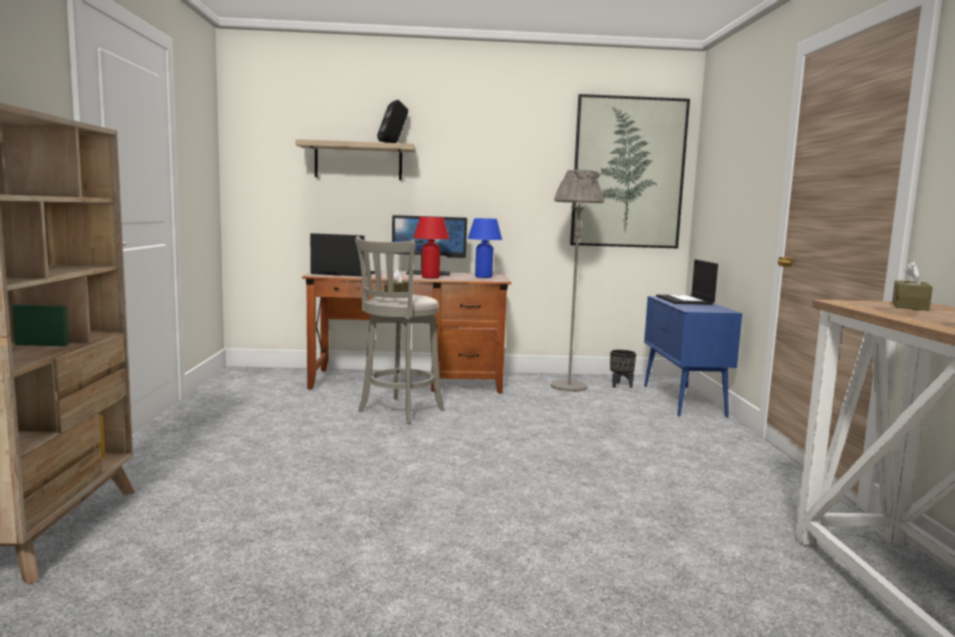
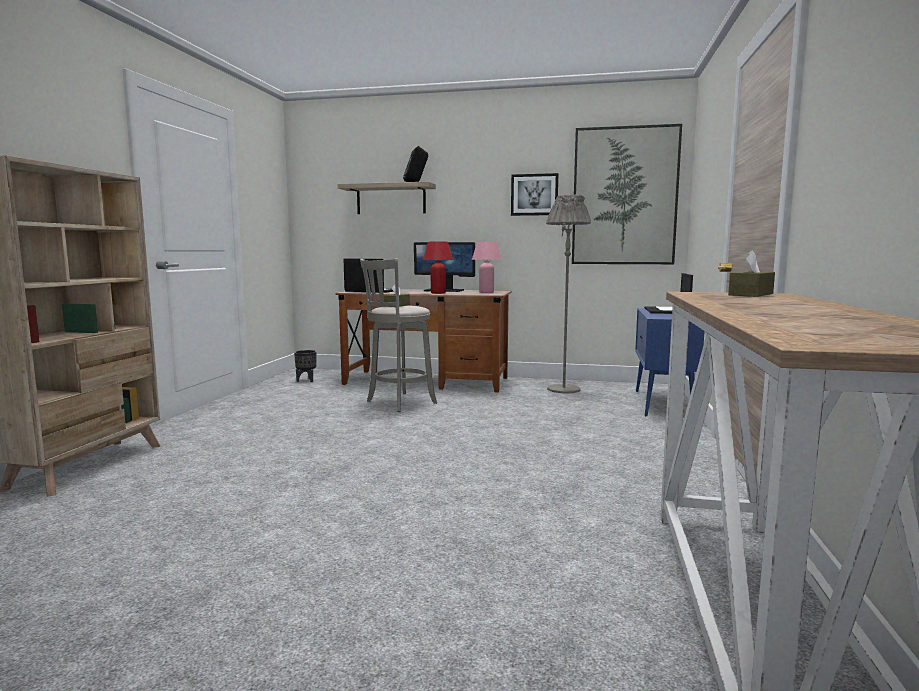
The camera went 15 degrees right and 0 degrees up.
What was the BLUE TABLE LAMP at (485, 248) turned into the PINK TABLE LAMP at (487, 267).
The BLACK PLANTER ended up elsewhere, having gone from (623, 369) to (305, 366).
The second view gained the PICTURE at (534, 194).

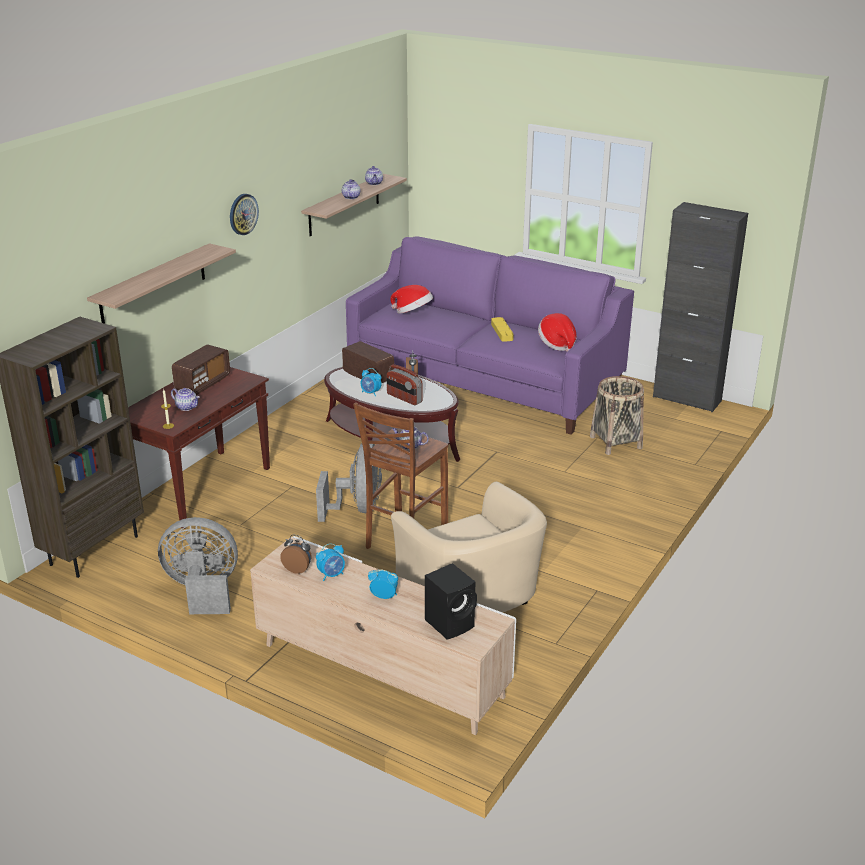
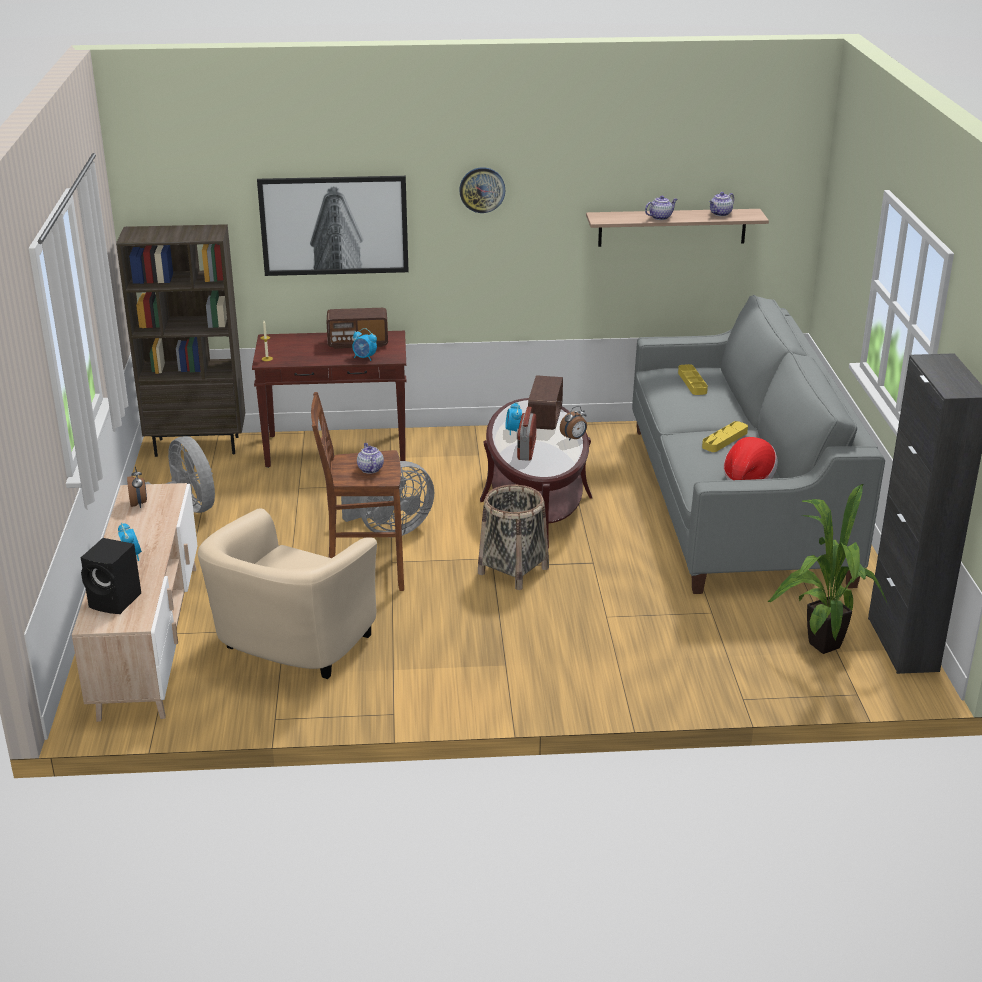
The camera went 55 degrees right and 0 degrees up.
What was the PURPLE SOFA at (490, 335) turned into the GREY SOFA at (758, 444).
Where the SHELF hung at (161, 283), the PICTURE came to hang at (333, 226).
Where the HAT stood at (411, 299), the YELLOW TRAY came to stand at (693, 379).
The BASKET ended up elsewhere, having gone from (617, 415) to (513, 537).
The second view lost the TEAPOT at (185, 399).
The ALARM CLOCK ended up elsewhere, having gone from (330, 562) to (364, 344).
The second view gained the POTTED PLANT at (827, 569).

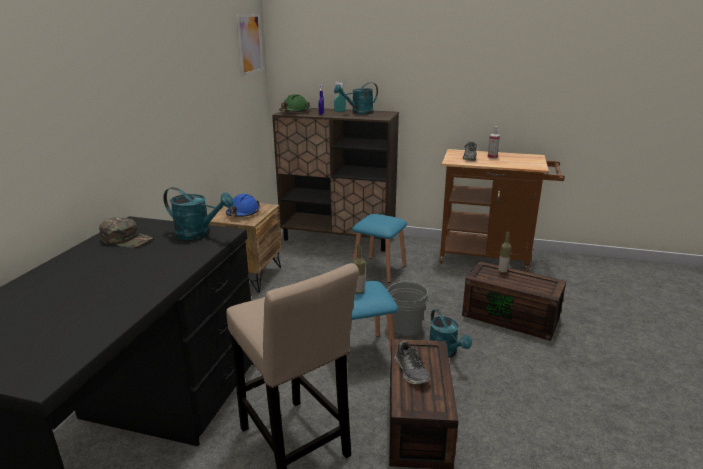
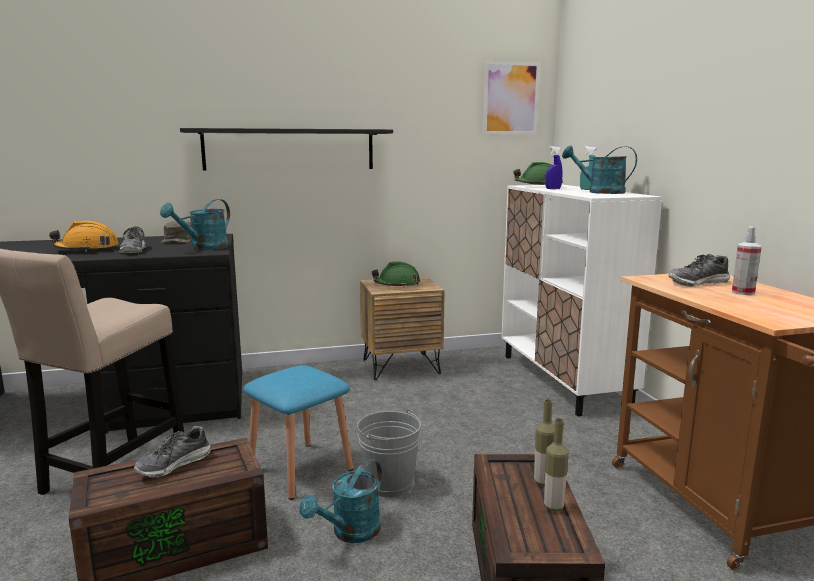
The camera went 60 degrees right and 10 degrees down.
What was the BROWN CABINET at (335, 180) turned into the WHITE CABINET at (582, 300).
The TURQUOISE WATERING CAN at (198, 213) ended up facing another way, 45 degrees clockwise from before.
What was the BLUE HARD HAT at (243, 205) turned into the GREEN HARD HAT at (396, 274).
The second view lost the BLUE STOOL at (379, 248).
The BOTTLE ended up elsewhere, having gone from (359, 269) to (556, 464).
The second view gained the BLACK SHELF at (286, 149).
The second view gained the ORANGE HARD HAT at (84, 236).
The second view gained the SHOE at (132, 239).

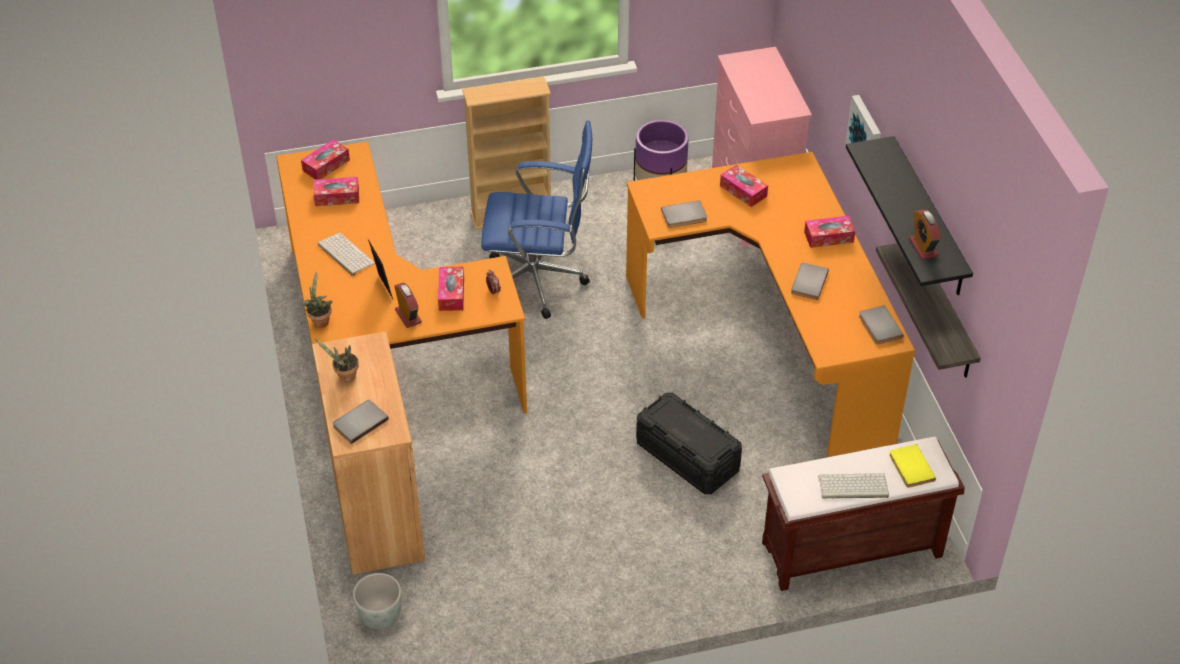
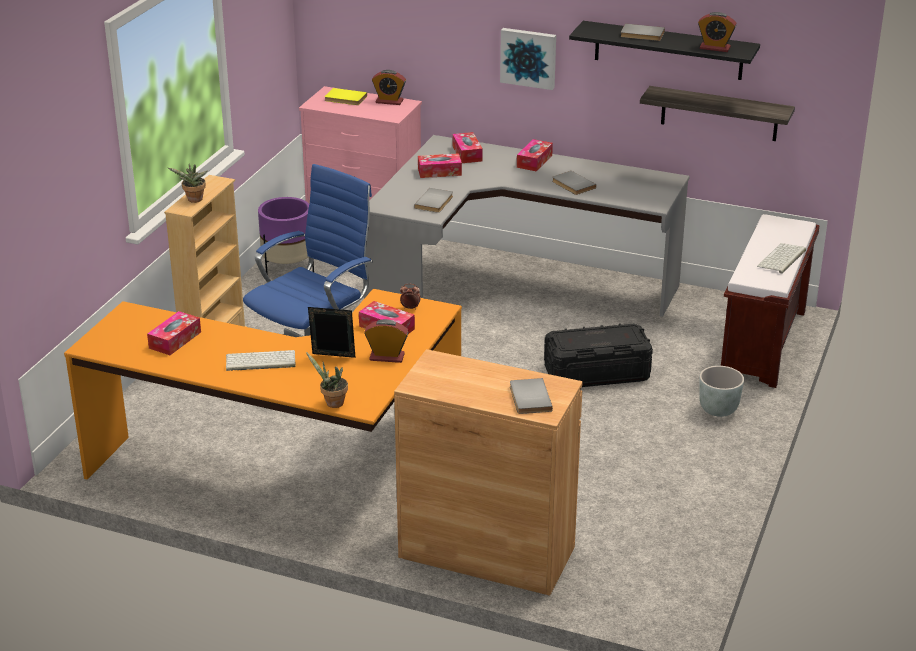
The camera went 55 degrees left and 15 degrees down.
The TISSUE BOX ended up elsewhere, having gone from (325, 159) to (468, 147).
What was the ORANGE DESK at (770, 304) turned into the GREY DESK at (526, 226).
The GREY BOOK ended up elsewhere, having gone from (881, 325) to (643, 32).
The POTTED PLANT ended up elsewhere, having gone from (337, 360) to (187, 183).
The YELLOW BOOK ended up elsewhere, having gone from (912, 466) to (346, 96).
The GREY PLANTER ended up elsewhere, having gone from (377, 601) to (721, 391).
The second view gained the ALARM CLOCK at (389, 87).

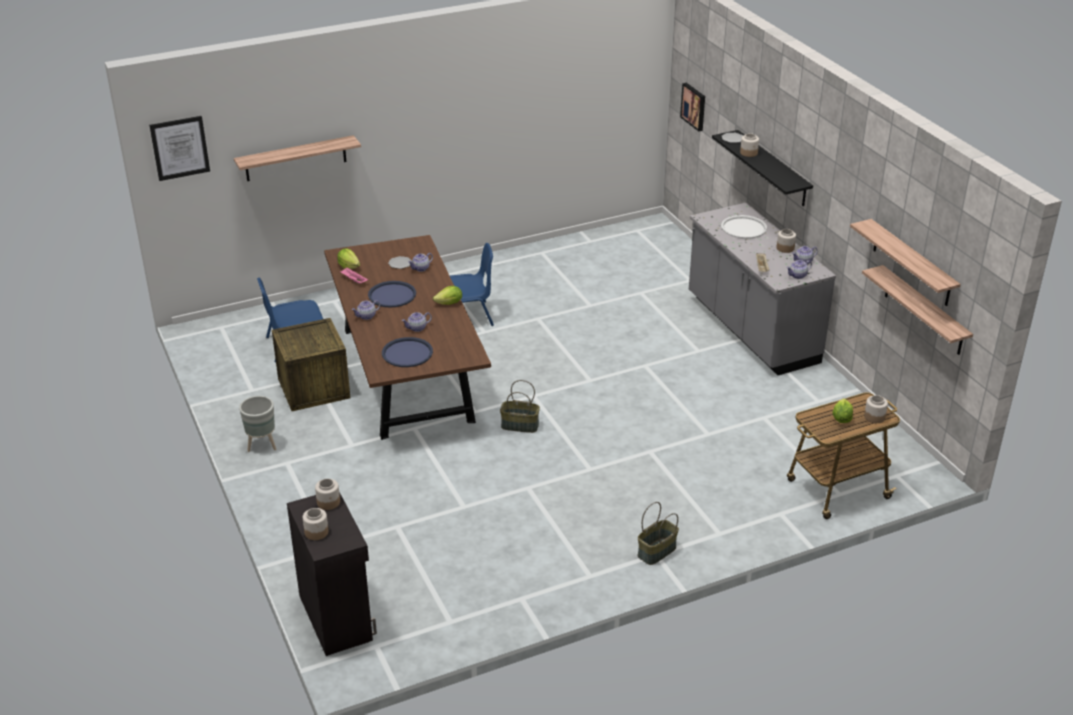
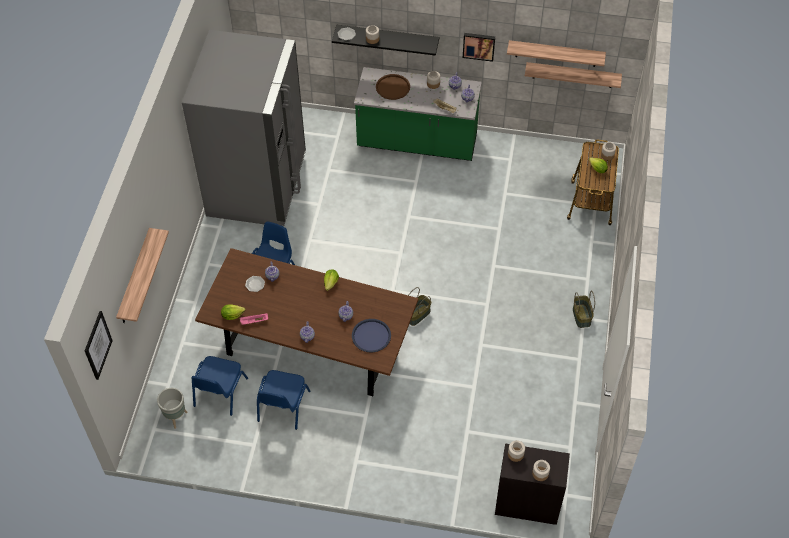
The camera went 55 degrees left and 20 degrees up.
The PICTURE ended up elsewhere, having gone from (692, 107) to (479, 47).
What was the GREY COUNTER at (762, 289) turned into the GREEN COUNTER at (418, 114).
What was the WHITE TRAY at (744, 227) turned into the BROWN TRAY at (393, 87).
The second view lost the BLUE TRAY at (392, 294).
Where the CRATE stood at (311, 364), the BLUE CHAIR came to stand at (284, 400).
The GREY PLANTER ended up elsewhere, having gone from (257, 424) to (172, 408).
The second view gained the GREY FRIDGE at (244, 128).

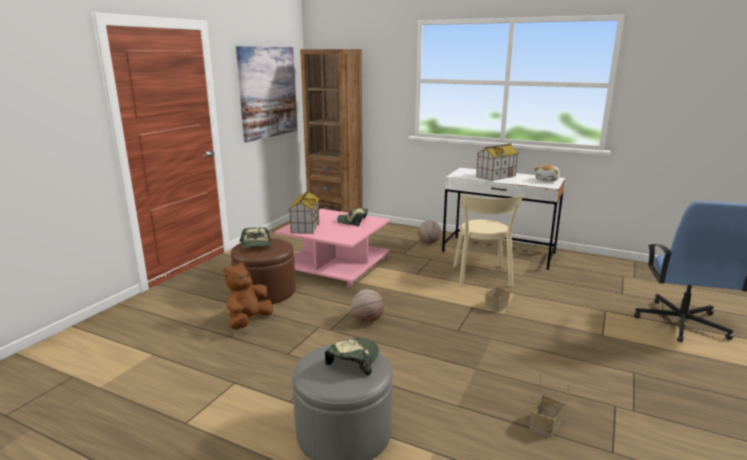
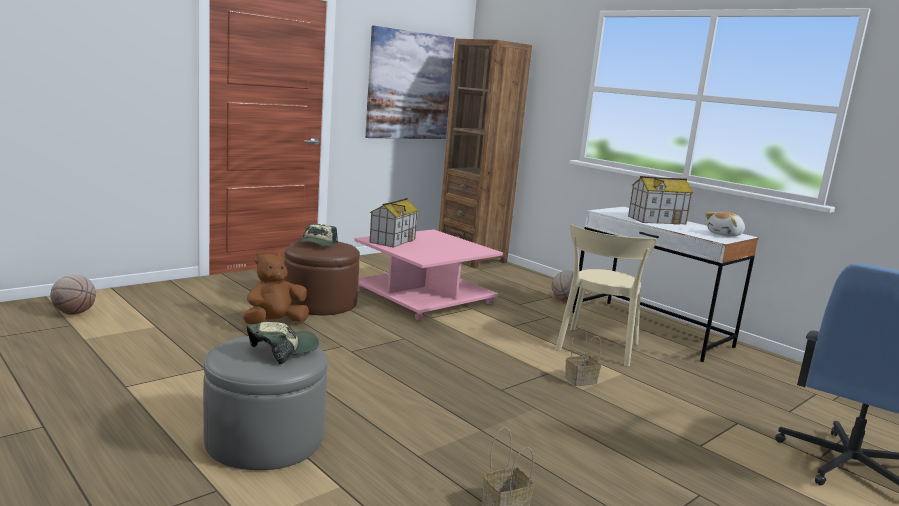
The camera went 20 degrees right and 5 degrees down.
The second view lost the CAP at (352, 217).
The BASKETBALL ended up elsewhere, having gone from (367, 305) to (73, 295).

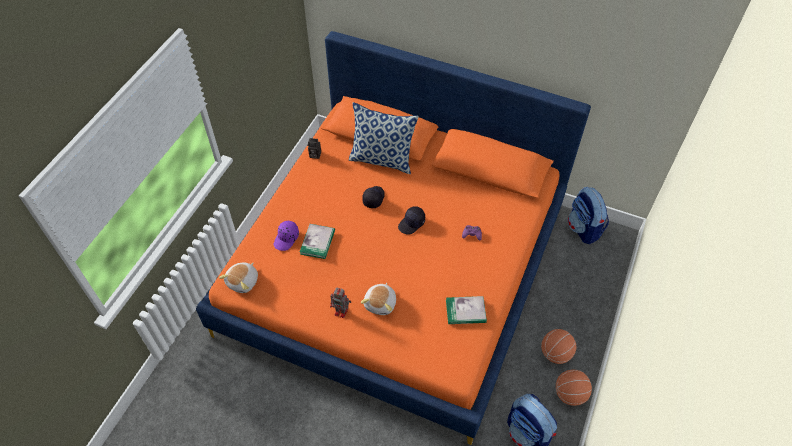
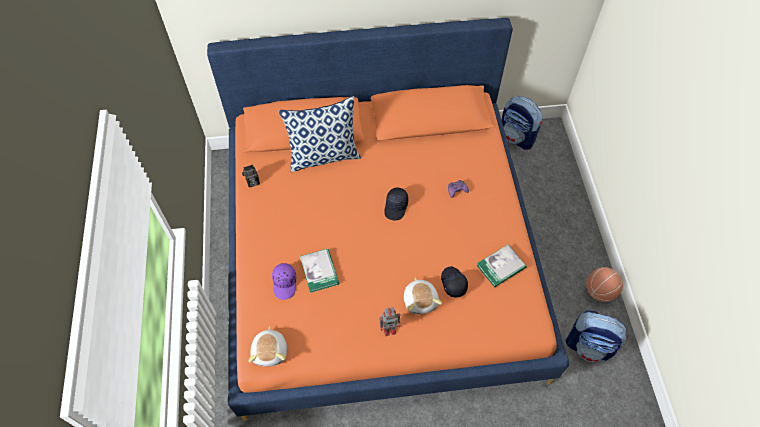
The camera went 30 degrees left and 5 degrees up.
The BLACK CAP ended up elsewhere, having gone from (373, 197) to (454, 282).
The second view lost the BASKETBALL at (558, 346).

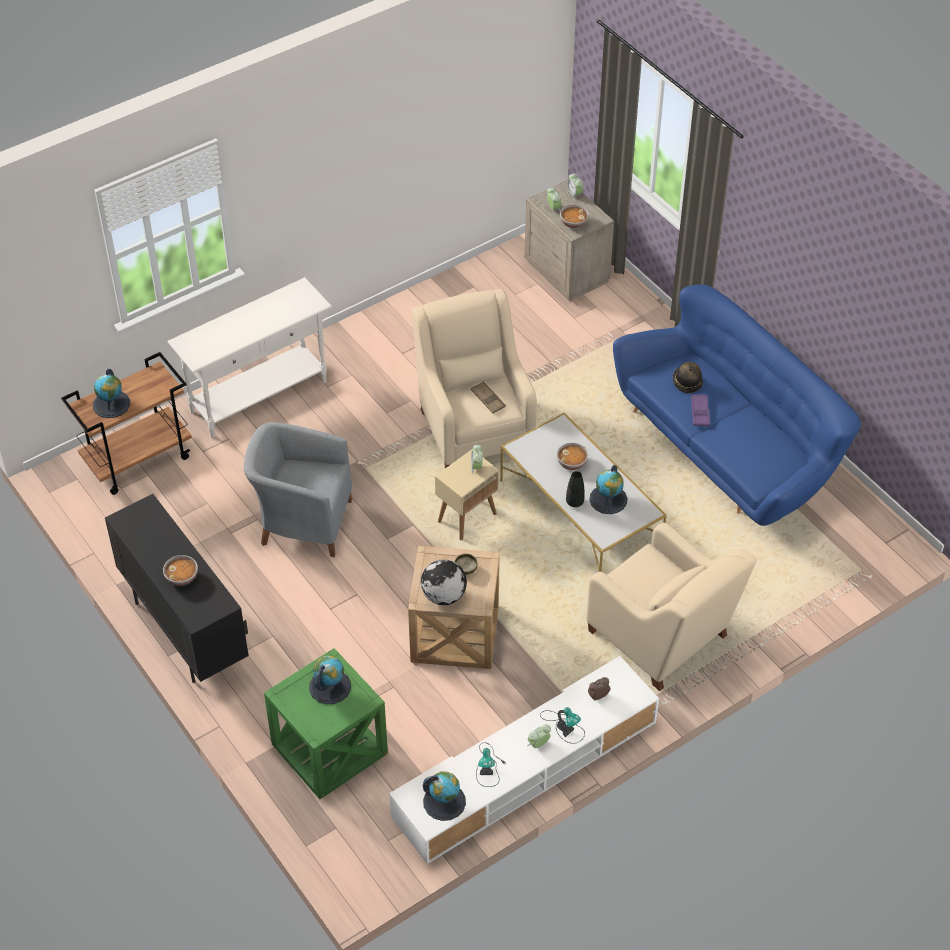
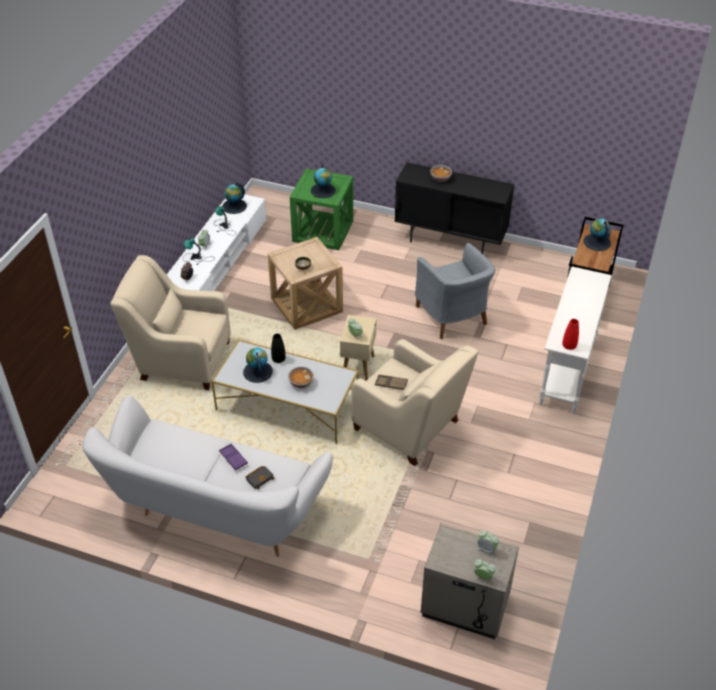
The camera went 145 degrees right and 5 degrees down.
The second view lost the BOWL at (574, 216).
What was the BLUE SOFA at (737, 405) turned into the WHITE SOFA at (207, 476).
Where the HAT stood at (688, 377), the BLACK BOOK came to stand at (260, 477).
The GREY ARMCHAIR at (298, 489) ended up facing another way, 90 degrees clockwise from before.
The second view lost the GLOBE at (444, 582).
The second view gained the RED VASE at (570, 334).

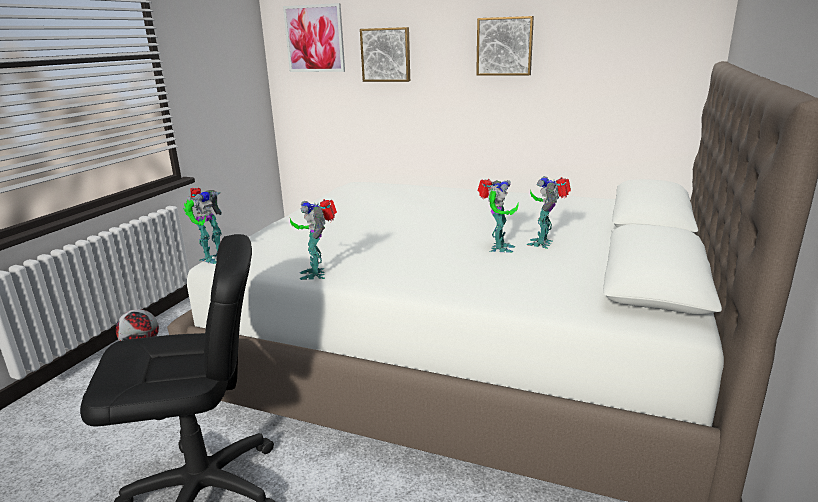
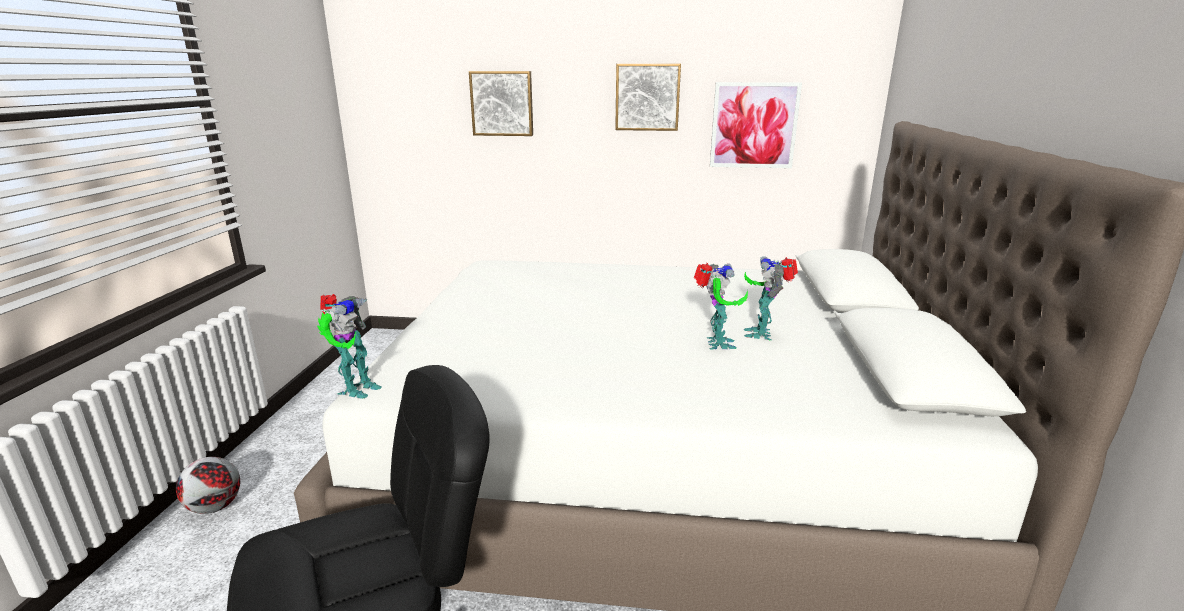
The camera went 15 degrees left and 0 degrees up.
The PICTURE ended up elsewhere, having gone from (314, 37) to (756, 125).
The second view lost the TOY ROBOT at (313, 239).

